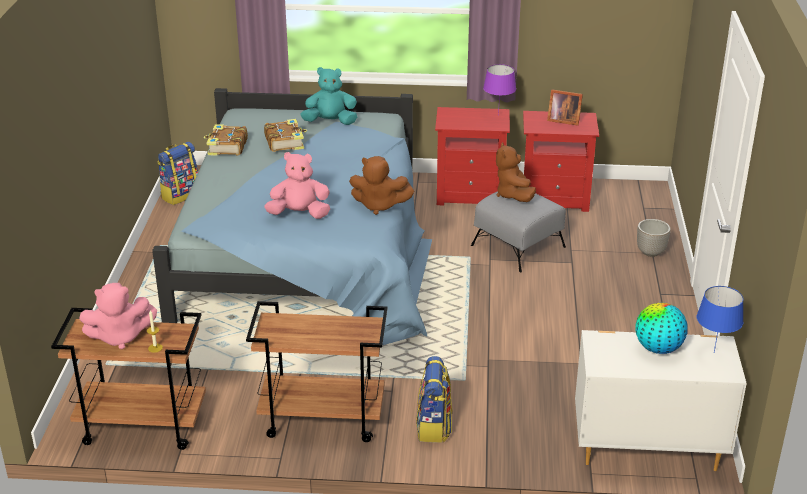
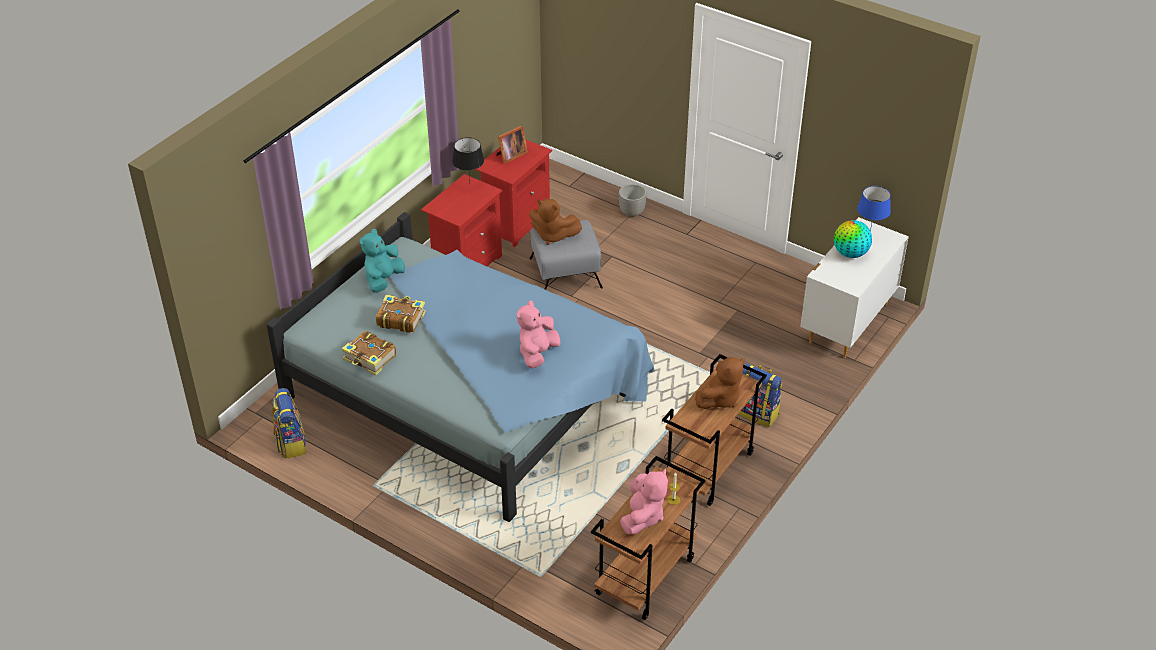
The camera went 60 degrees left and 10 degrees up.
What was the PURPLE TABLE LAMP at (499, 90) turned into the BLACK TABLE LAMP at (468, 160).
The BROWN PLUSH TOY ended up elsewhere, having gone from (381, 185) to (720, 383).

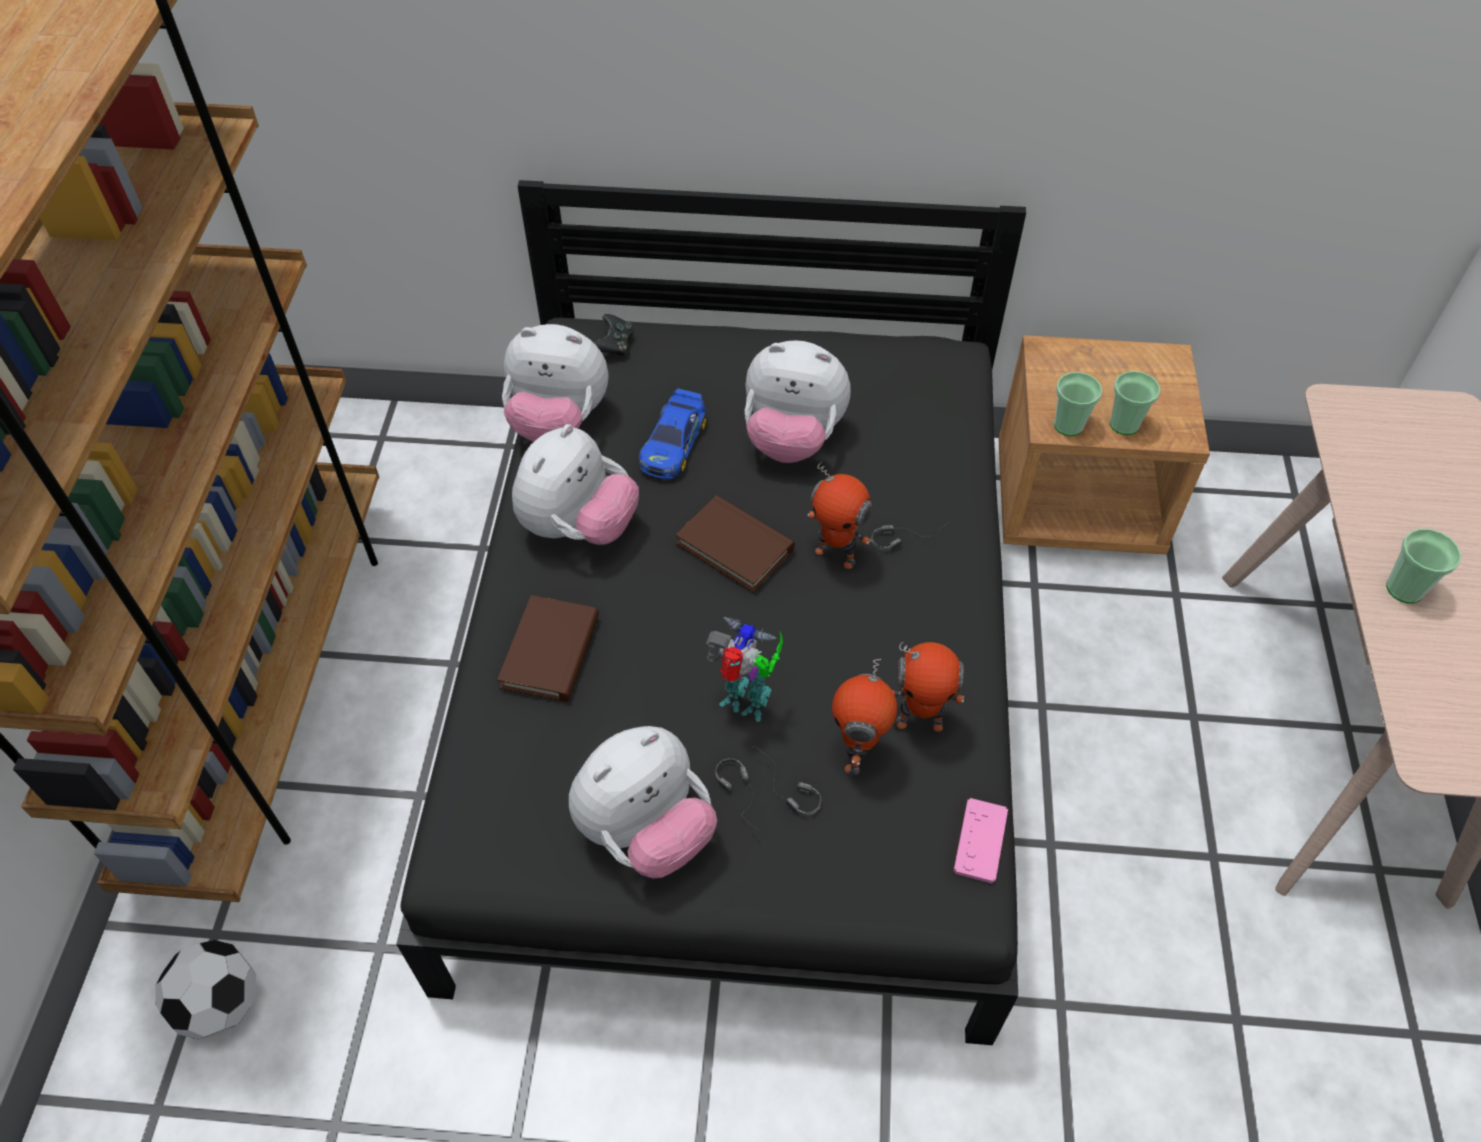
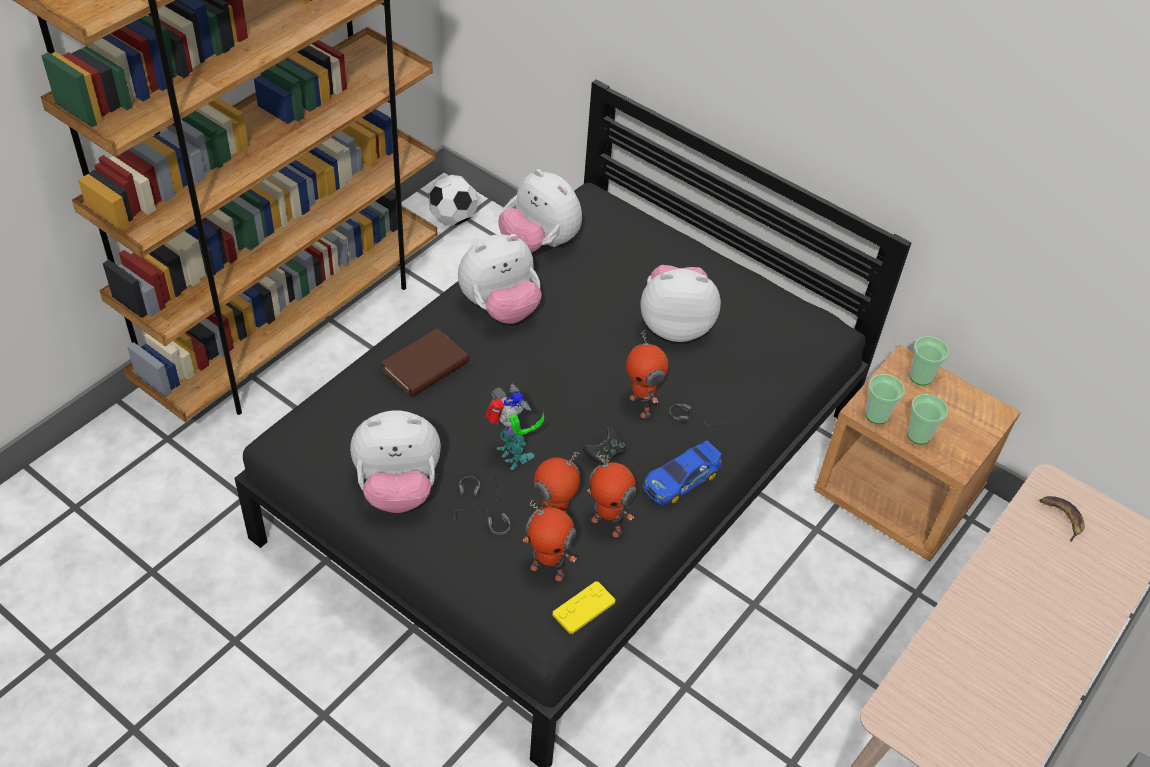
The camera went 30 degrees right and 5 degrees down.
The BLACK GAME CONTROLLER ended up elsewhere, having gone from (614, 335) to (604, 446).
The PLUSH TOY at (797, 401) ended up facing another way, 135 degrees clockwise from before.
The TOY CAR ended up elsewhere, having gone from (673, 434) to (682, 473).
The second view lost the BROWN BOOK at (735, 544).
The CUP ended up elsewhere, having gone from (1423, 566) to (929, 360).
What was the PINK GAME CONTROLLER at (980, 841) turned into the YELLOW GAME CONTROLLER at (583, 607).
The FOOTBALL ended up elsewhere, having gone from (205, 990) to (453, 200).
The second view gained the BANANA at (1062, 519).
The second view gained the TOY ROBOT at (550, 540).

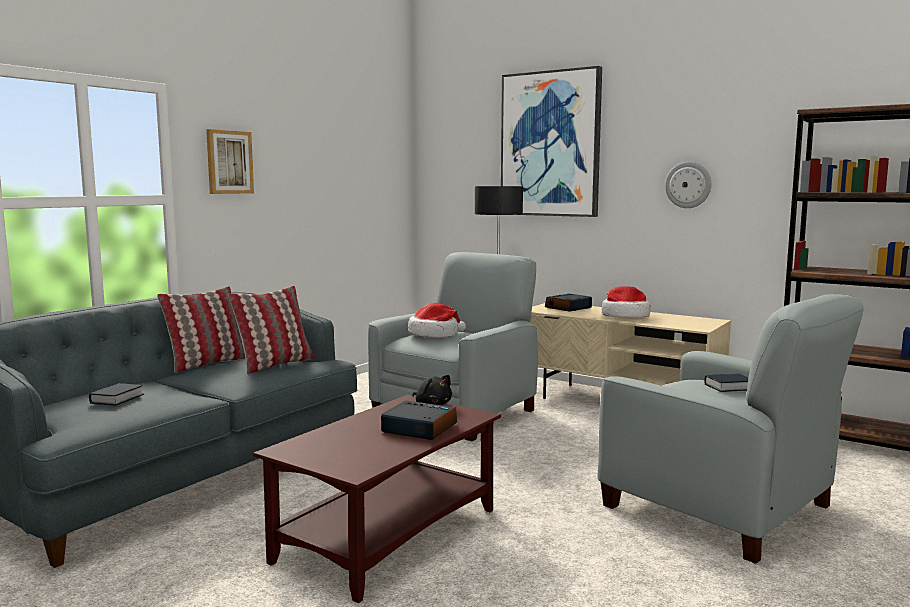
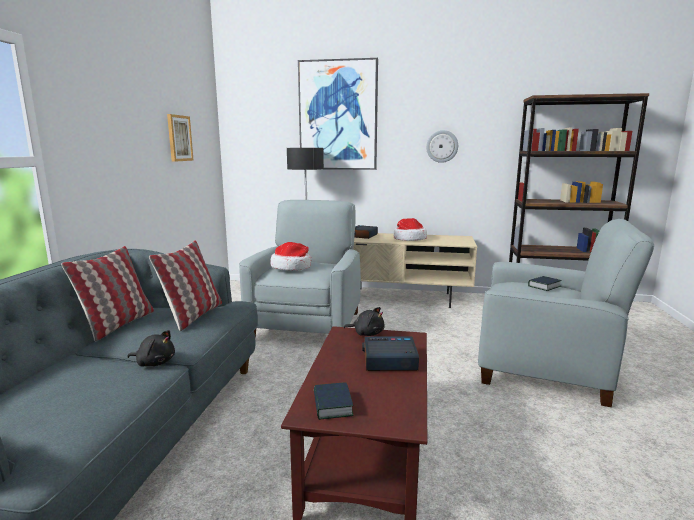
The camera went 25 degrees left and 5 degrees up.
The PICTURE ended up elsewhere, having gone from (230, 161) to (180, 138).
The BOOK ended up elsewhere, having gone from (116, 394) to (333, 401).
The second view gained the BLACK PLUSH TOY at (151, 348).

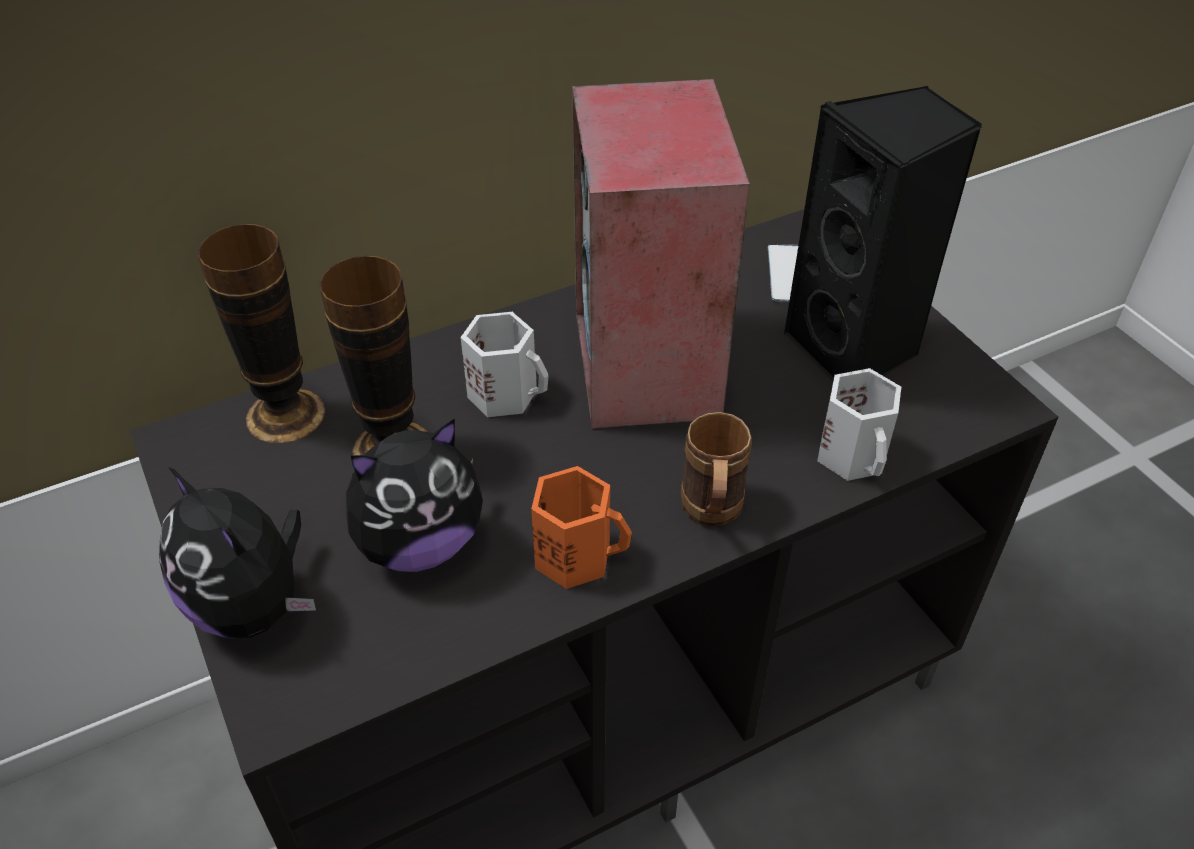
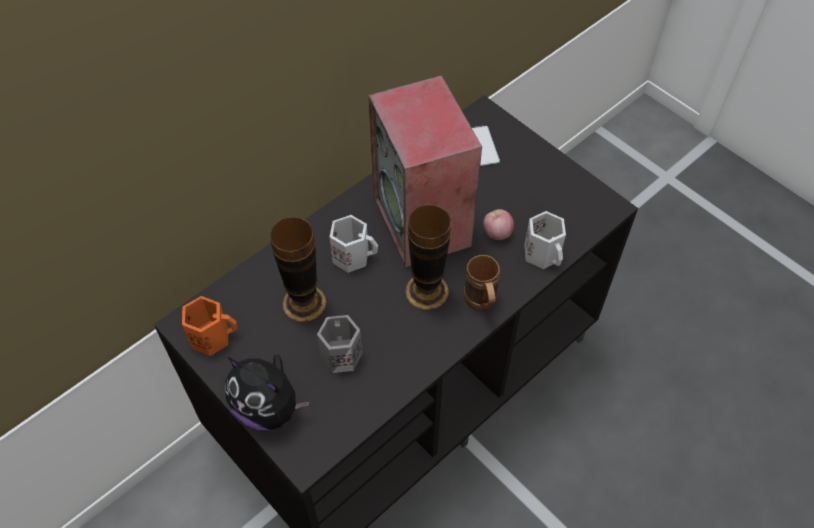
The camera went 15 degrees left and 10 degrees up.
The second view lost the BLACK SPEAKER at (883, 233).
The VASE ended up elsewhere, having gone from (261, 333) to (428, 257).
Where the PLUSH TOY stood at (414, 495), the GREY MUG came to stand at (339, 344).
The ORANGE MUG ended up elsewhere, having gone from (581, 527) to (209, 326).
The second view gained the APPLE at (498, 224).

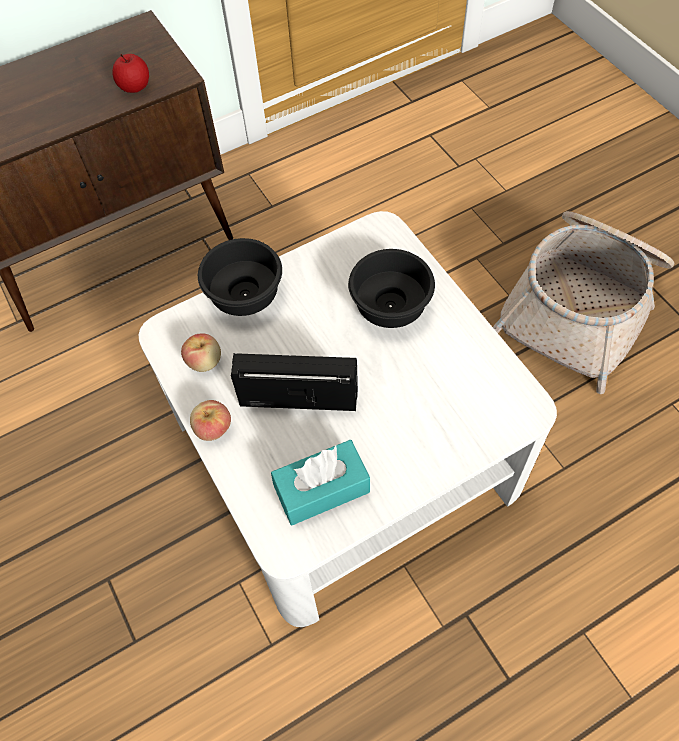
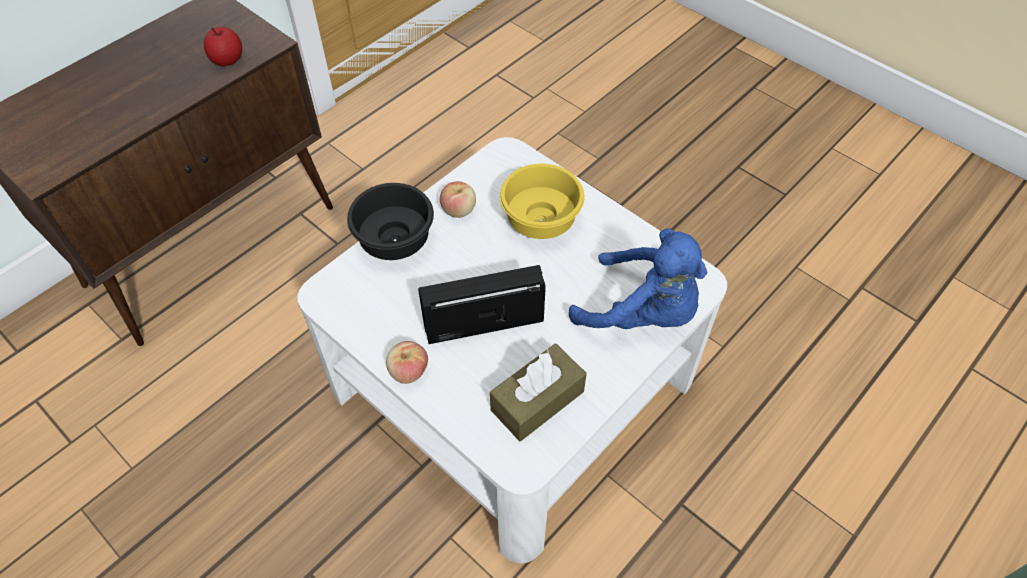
The camera went 20 degrees left and 5 degrees down.
The second view lost the BASKET at (583, 302).
What was the BLACK BOWL at (391, 288) turned into the YELLOW BOWL at (542, 201).
The APPLE ended up elsewhere, having gone from (201, 352) to (458, 199).
What was the TURQUOISE TISSUE BOX at (320, 482) turned into the BROWN TISSUE BOX at (538, 392).
The second view gained the BLUE PLUSH TOY at (638, 279).

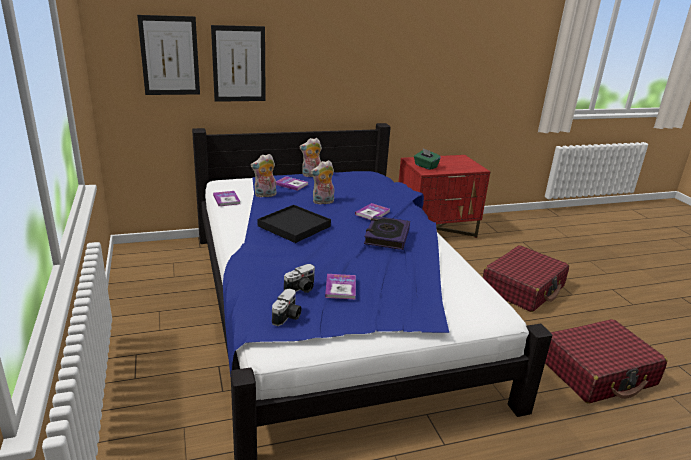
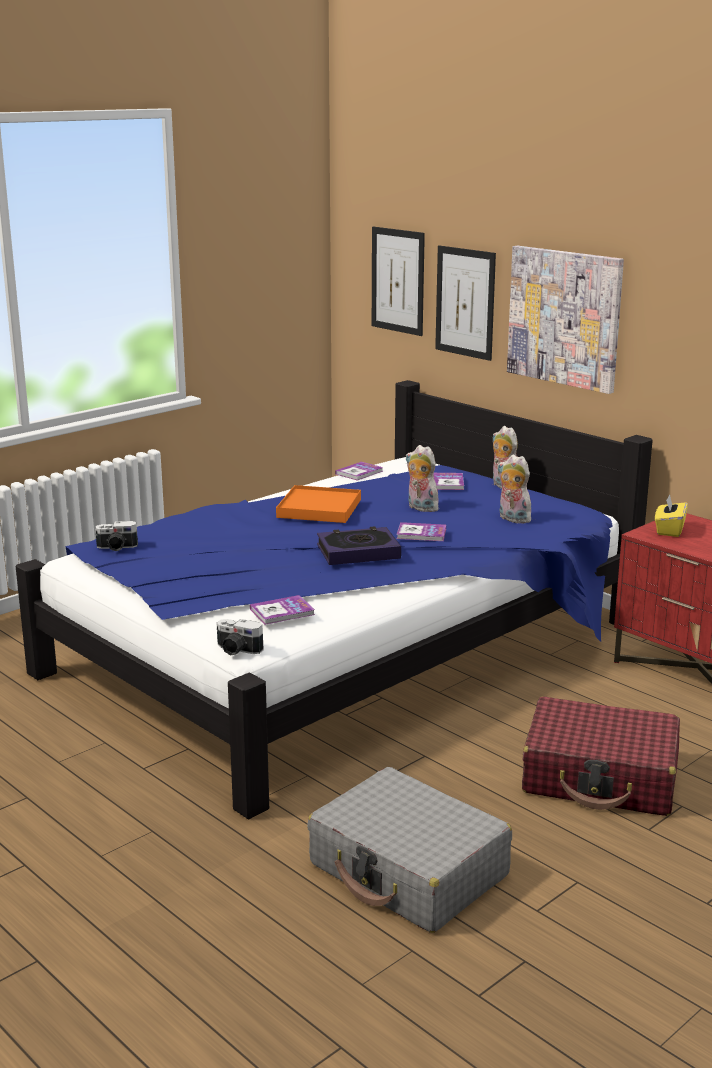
The camera went 65 degrees right and 5 degrees down.
What was the GREEN TISSUE BOX at (427, 159) turned into the YELLOW TISSUE BOX at (671, 515).
The PLUSH TOY ended up elsewhere, having gone from (263, 175) to (515, 489).
What was the BLACK TRAY at (294, 224) turned into the ORANGE TRAY at (318, 504).
The PHOTO CAMERA ended up elsewhere, having gone from (299, 278) to (240, 637).
The BOOK ended up elsewhere, having gone from (340, 286) to (282, 610).
What was the RED SUITCASE at (606, 361) turned into the GREY SUITCASE at (409, 850).
The second view gained the PICTURE at (565, 320).

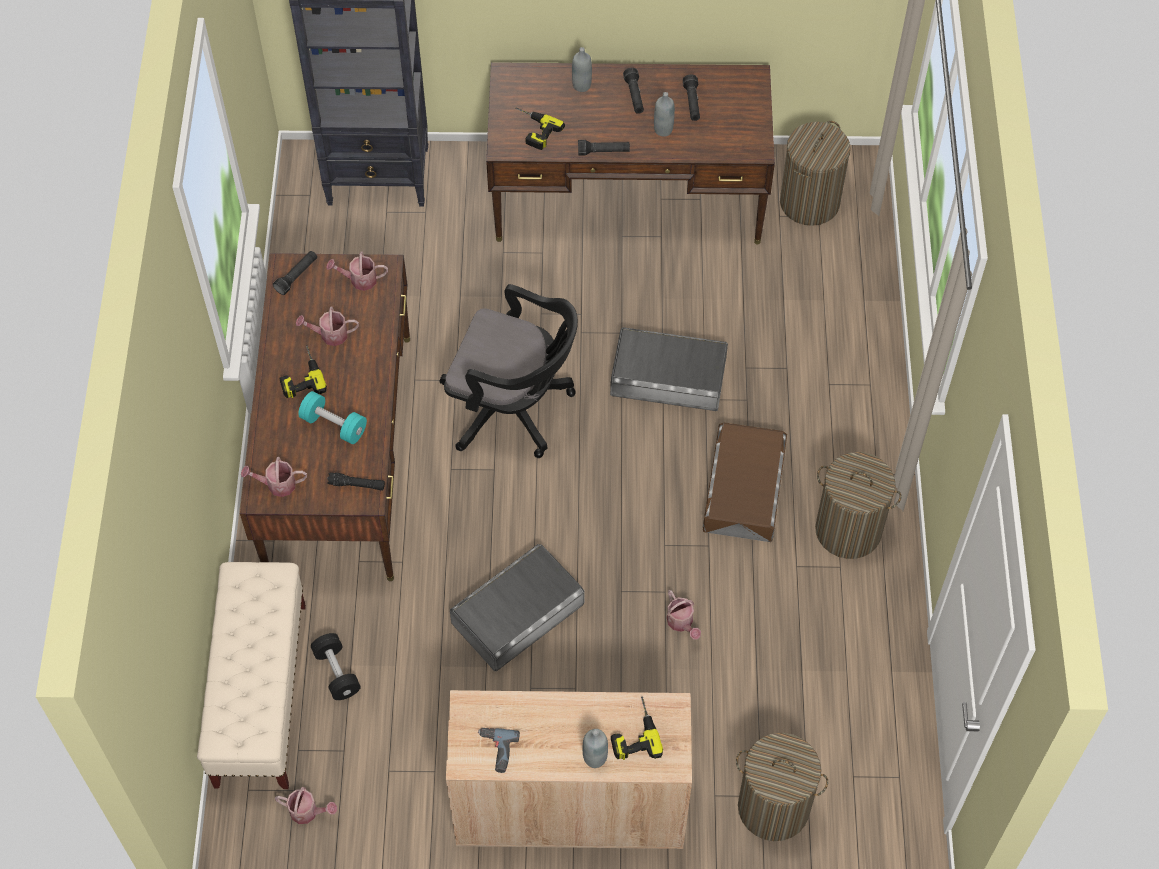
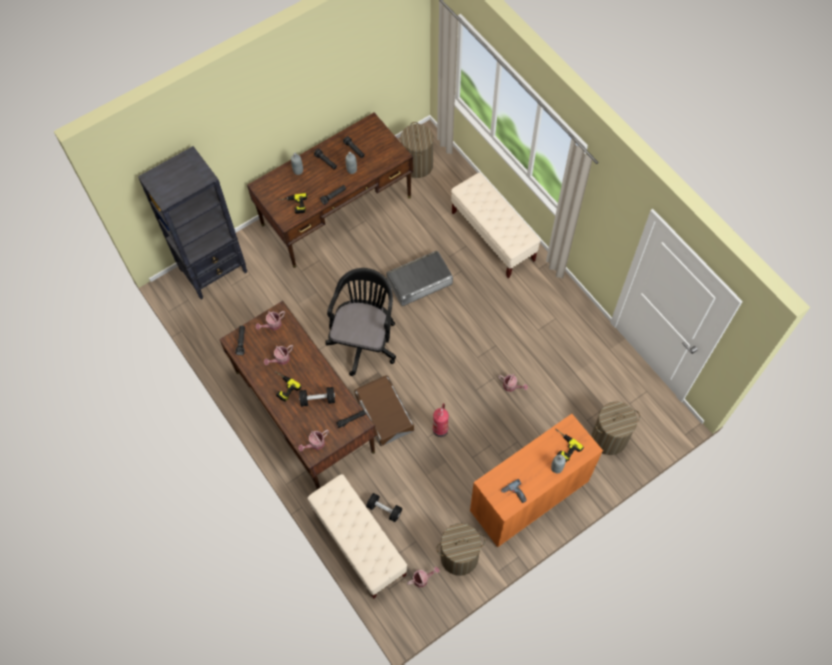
The camera went 35 degrees left and 5 degrees up.
The BLACK OFFICE CHAIR at (508, 371) ended up facing another way, 60 degrees counterclockwise from before.
What was the TURQUOISE DUMBBELL at (332, 417) turned into the BLACK DUMBBELL at (317, 397).
The BROWN STORAGE BOX ended up elsewhere, having gone from (745, 482) to (384, 411).
The LAUNDRY BASKET ended up elsewhere, having gone from (858, 505) to (461, 549).
Where the GREY STORAGE BOX stood at (517, 607), the FIRE EXTINGUISHER came to stand at (441, 420).
What was the BEIGE CABINET at (569, 769) turned into the ORANGE CABINET at (536, 480).
The second view gained the BEIGE BENCH at (496, 225).

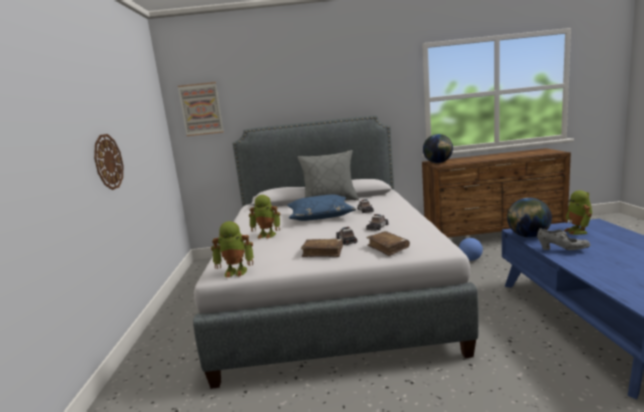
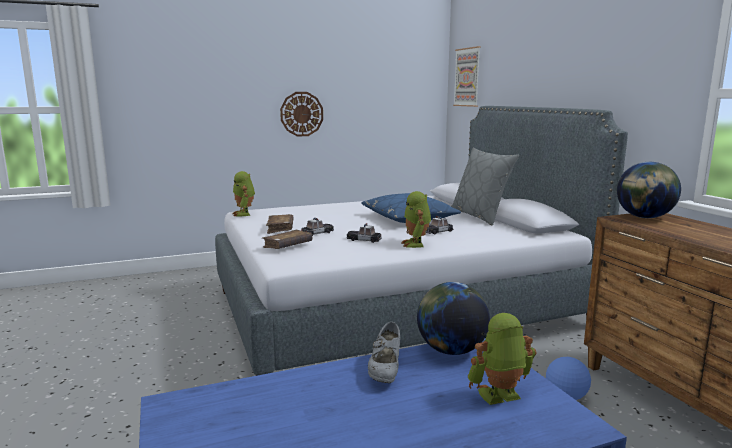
The camera went 70 degrees right and 0 degrees up.
The TOY ROBOT ended up elsewhere, having gone from (264, 217) to (416, 219).

